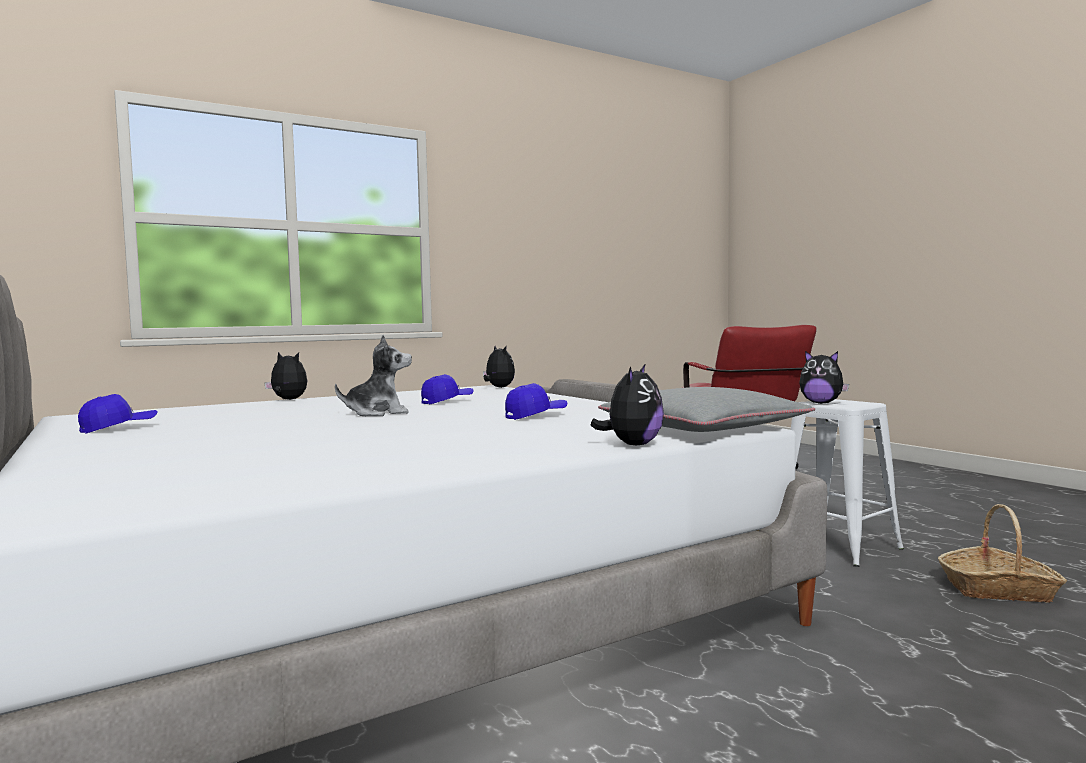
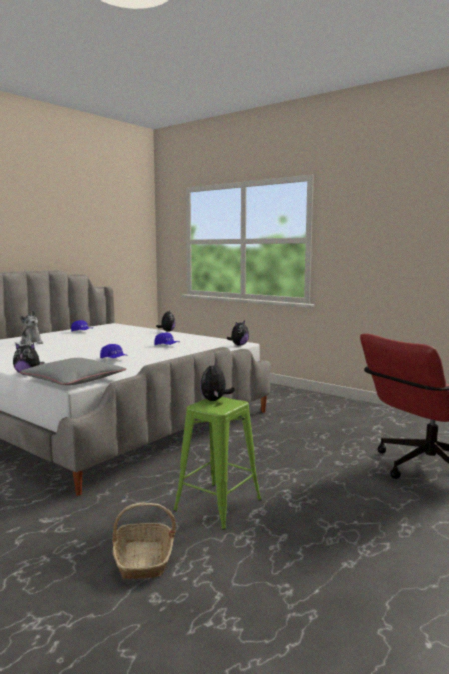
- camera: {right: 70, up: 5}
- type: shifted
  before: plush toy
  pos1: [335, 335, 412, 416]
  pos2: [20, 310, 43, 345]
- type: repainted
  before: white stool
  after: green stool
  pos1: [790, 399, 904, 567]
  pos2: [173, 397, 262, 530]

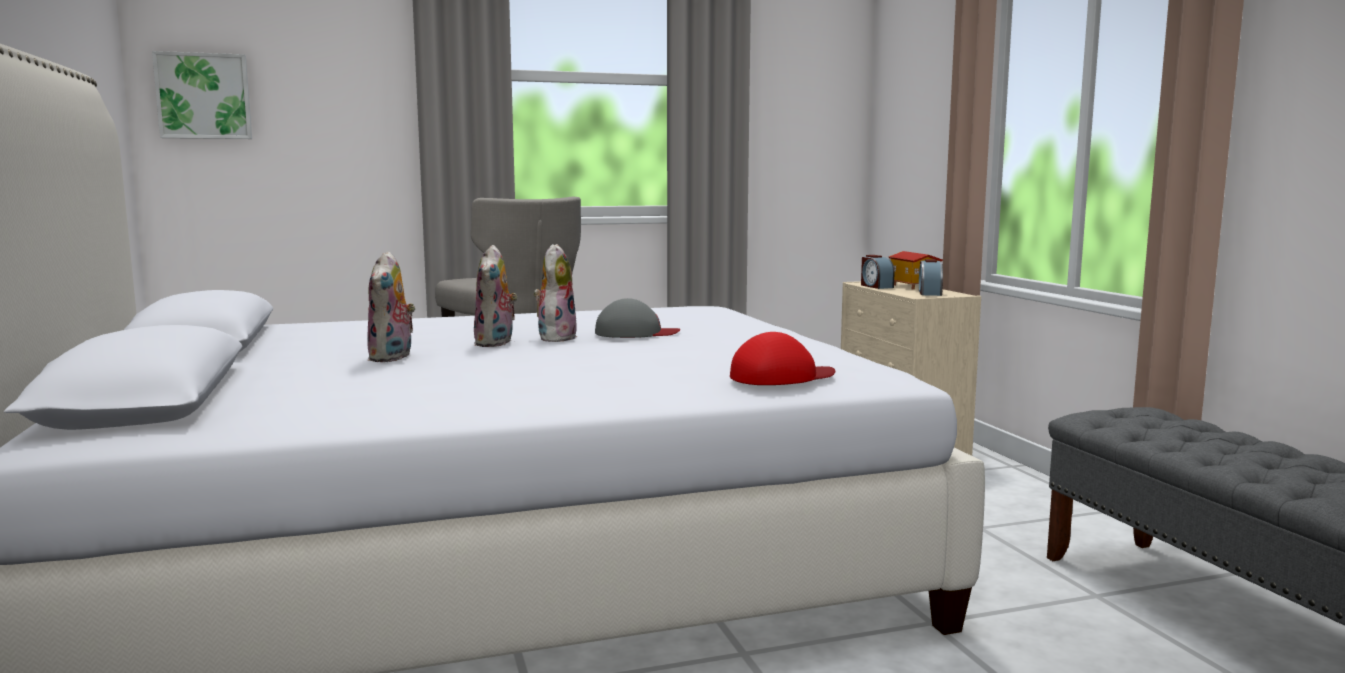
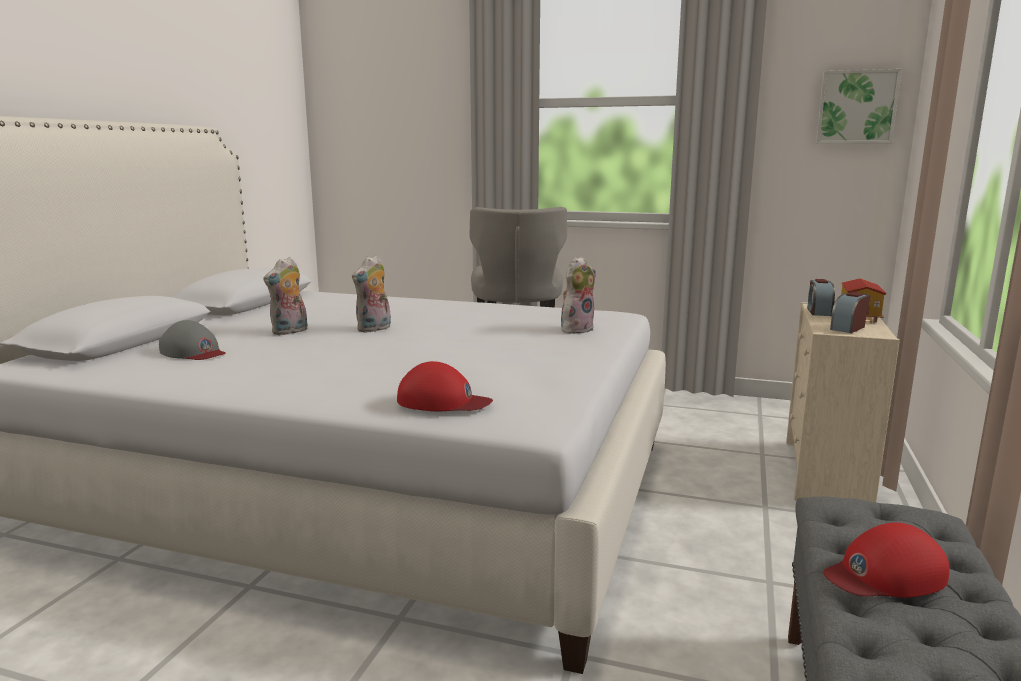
- camera: {right: 35, up: 5}
- type: shifted
  before: picture
  pos1: [152, 51, 252, 139]
  pos2: [816, 69, 902, 143]
- type: shifted
  before: plush toy
  pos1: [534, 244, 577, 342]
  pos2: [561, 257, 596, 334]
- type: shifted
  before: grey cap
  pos1: [595, 298, 681, 338]
  pos2: [159, 320, 226, 360]
- type: new
  after: red cap
  pos2: [823, 522, 950, 598]

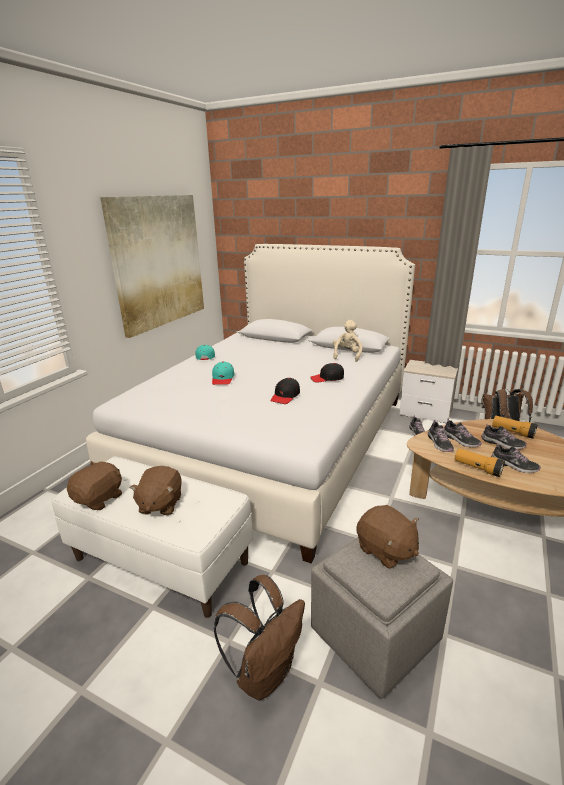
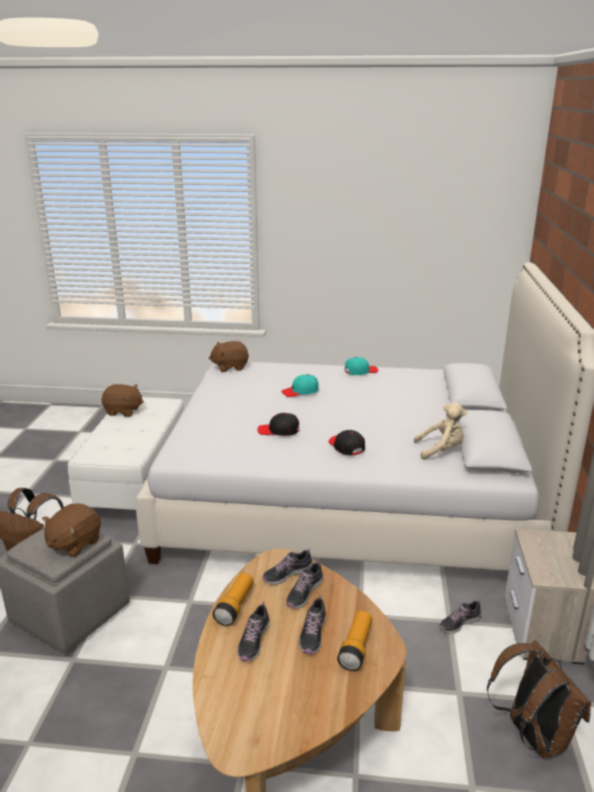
- camera: {right: 70, up: 0}
- type: gone
  before: picture
  pos1: [100, 195, 204, 338]
- type: shifted
  before: brown plush toy
  pos1: [129, 466, 182, 515]
  pos2: [209, 341, 249, 372]

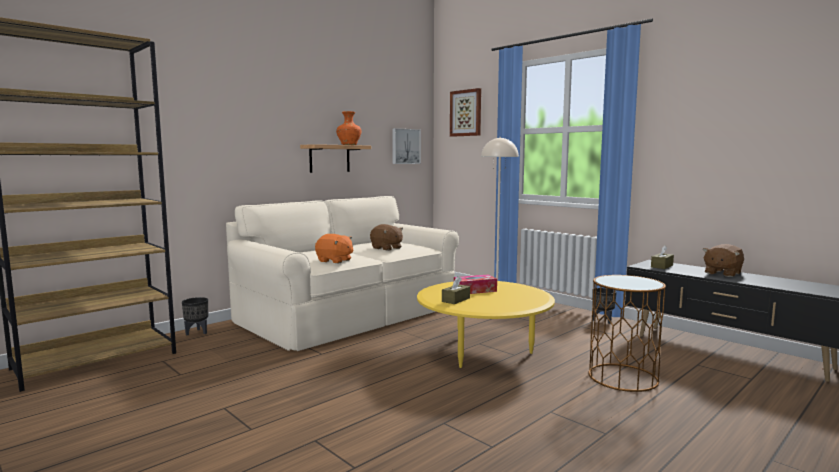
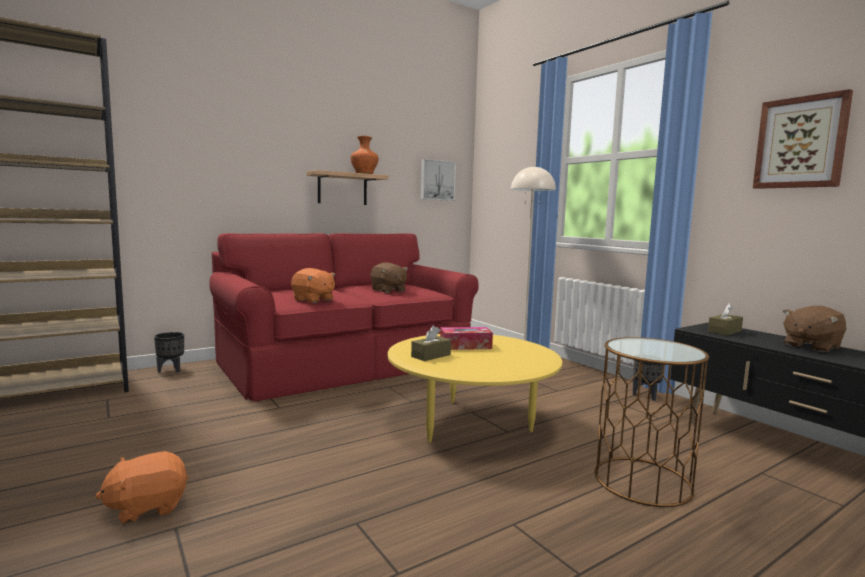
- camera: {right: 10, up: 0}
- type: repainted
  before: beige sofa
  after: red sofa
  pos1: [226, 196, 459, 351]
  pos2: [209, 233, 479, 402]
- type: shifted
  before: picture
  pos1: [450, 88, 481, 137]
  pos2: [753, 89, 853, 189]
- type: new
  after: orange plush toy
  pos2: [95, 451, 189, 524]

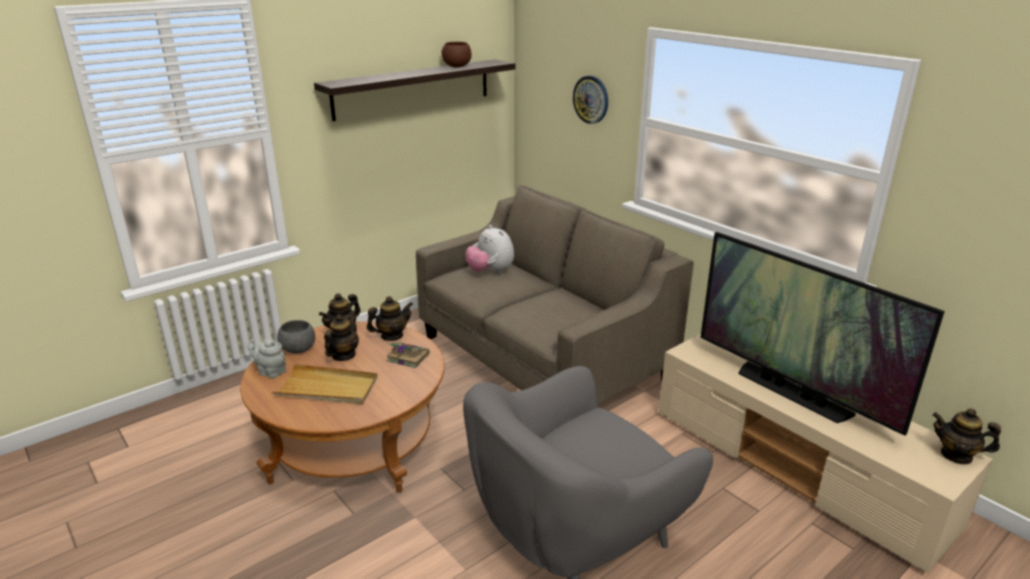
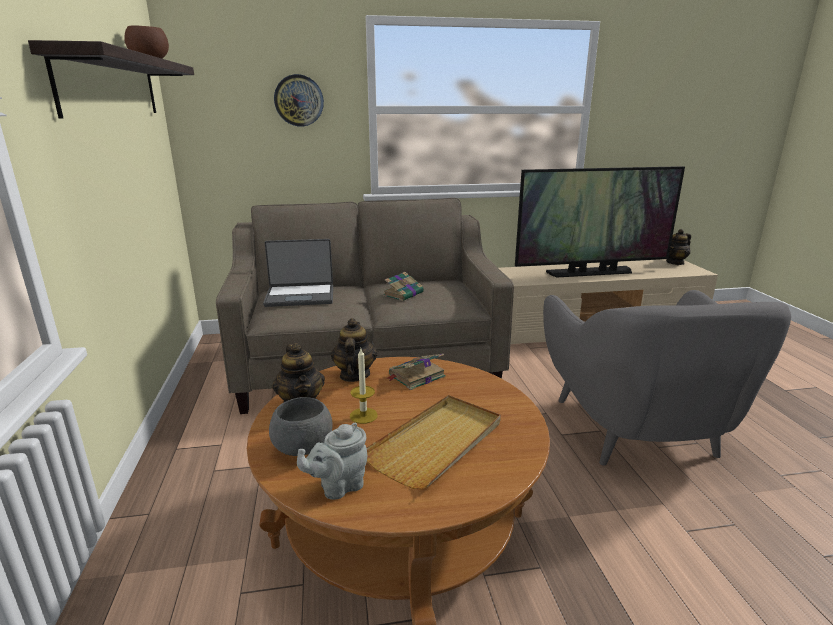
- camera: {right: -60, up: -5}
- type: swapped
  before: teapot
  after: candle
  pos1: [324, 314, 359, 361]
  pos2: [350, 349, 378, 424]
- type: swapped
  before: plush toy
  after: laptop
  pos1: [465, 225, 514, 274]
  pos2: [263, 239, 333, 307]
- type: new
  after: book
  pos2: [383, 272, 424, 301]

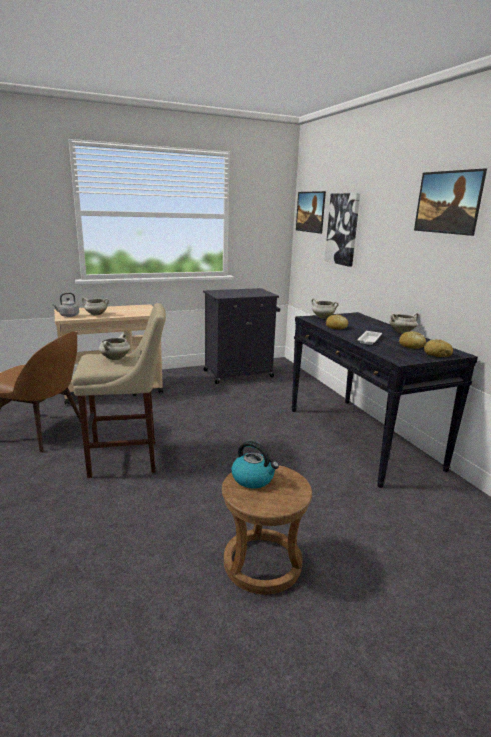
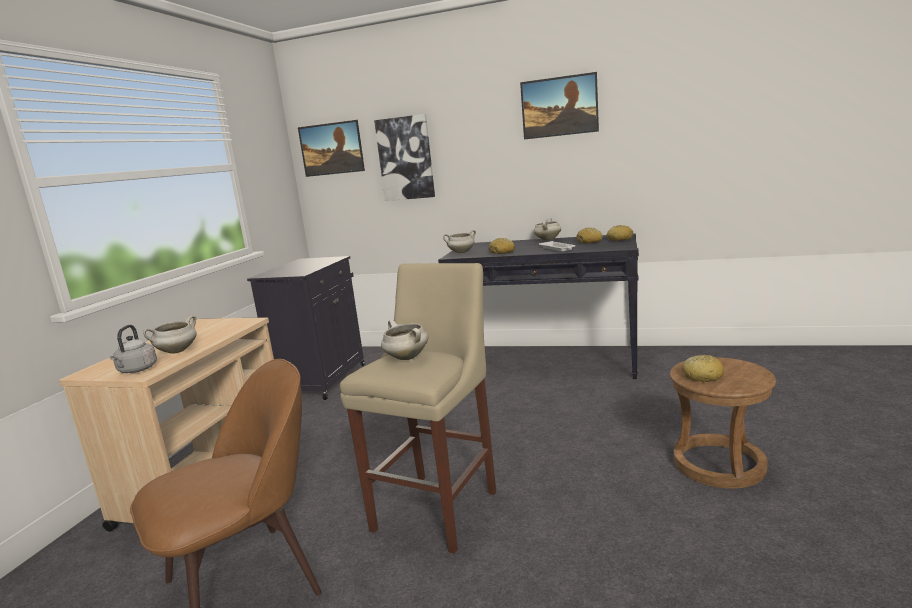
- camera: {right: -50, up: -5}
- type: swapped
  before: kettle
  after: bread
  pos1: [232, 441, 279, 488]
  pos2: [682, 355, 724, 382]

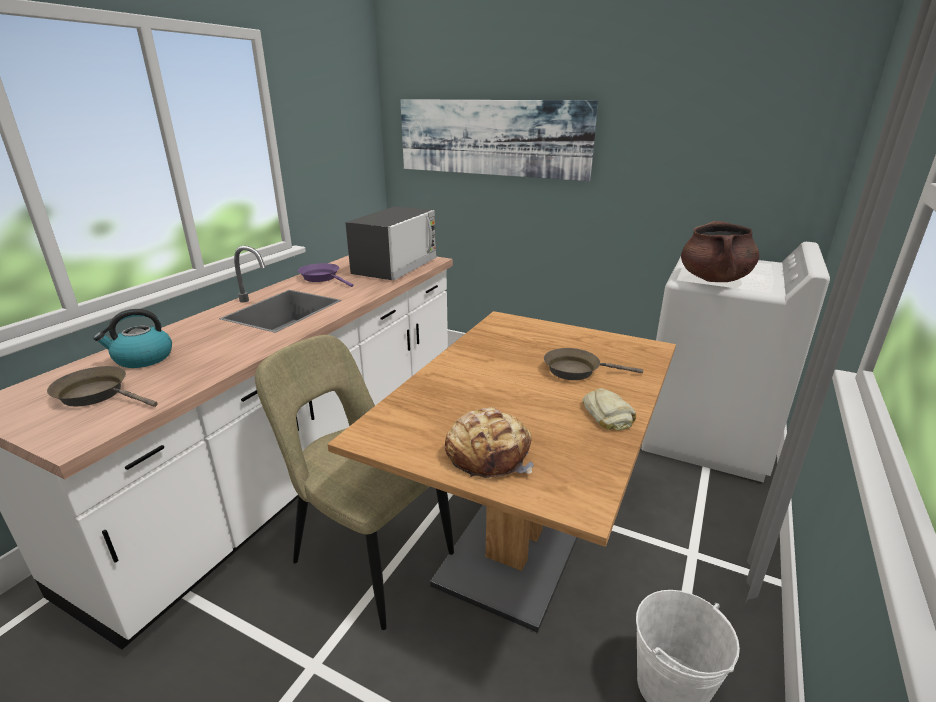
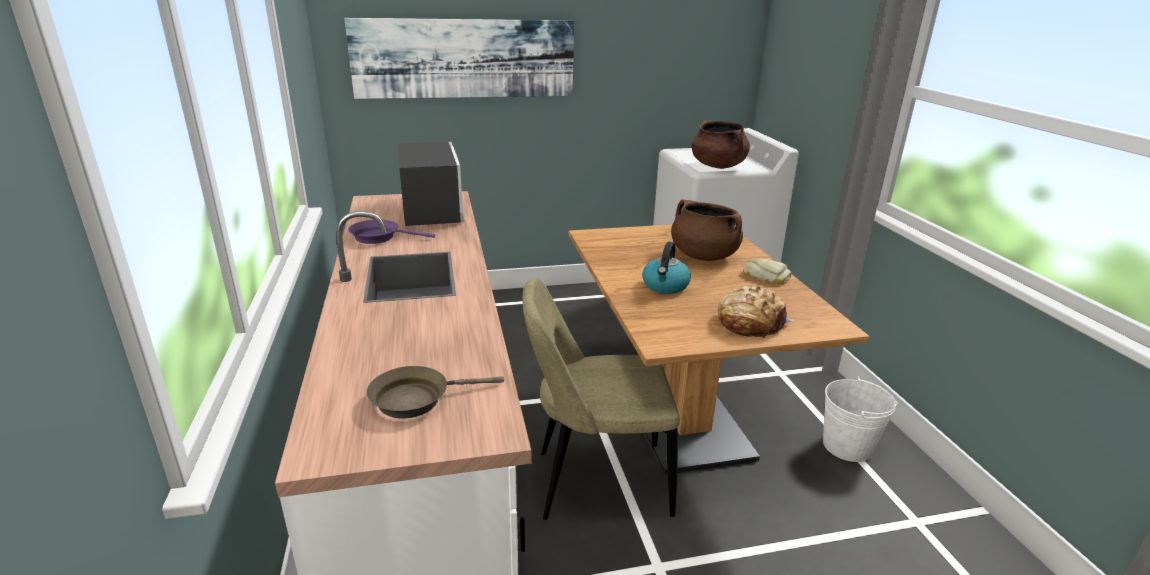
- camera: {right: -40, up: 0}
- type: shifted
  before: kettle
  pos1: [93, 309, 172, 368]
  pos2: [642, 242, 691, 294]
- type: swapped
  before: brown frying pan
  after: brown cooking pot
  pos1: [544, 348, 643, 380]
  pos2: [671, 199, 743, 261]

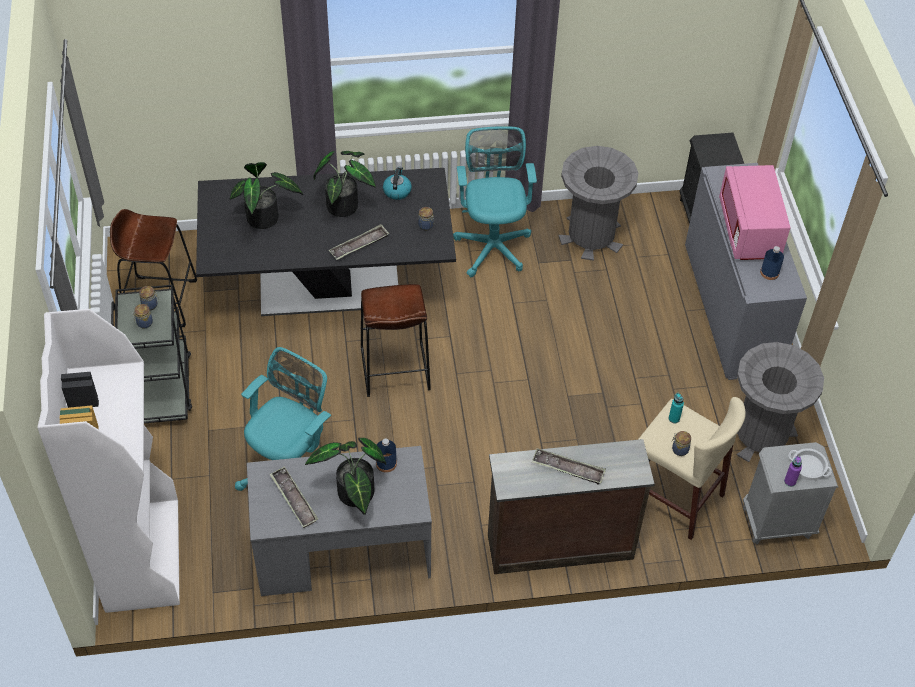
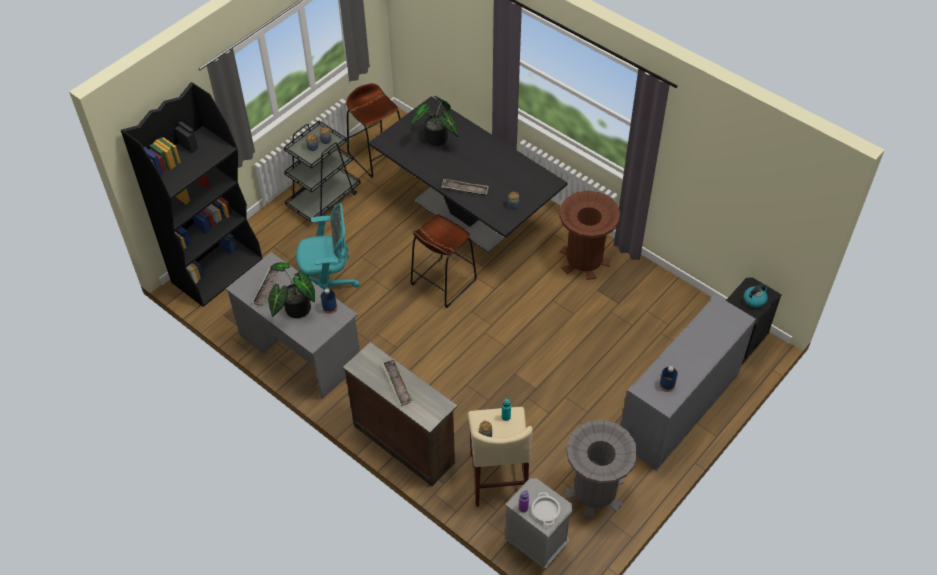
- camera: {right: 50, up: 0}
- type: repainted
  before: white bookcase
  after: black bookcase
  pos1: [37, 309, 180, 613]
  pos2: [121, 82, 263, 307]
- type: gone
  before: potted plant
  pos1: [313, 151, 376, 217]
- type: shifted
  before: kettle
  pos1: [383, 167, 412, 200]
  pos2: [744, 284, 769, 308]
- type: swapped
  before: turquoise office chair
  after: brown trash can
  pos1: [453, 126, 537, 277]
  pos2: [559, 191, 620, 280]
- type: gone
  before: grey trash can
  pos1: [558, 146, 638, 261]
- type: gone
  before: pink microwave
  pos1: [719, 165, 791, 260]

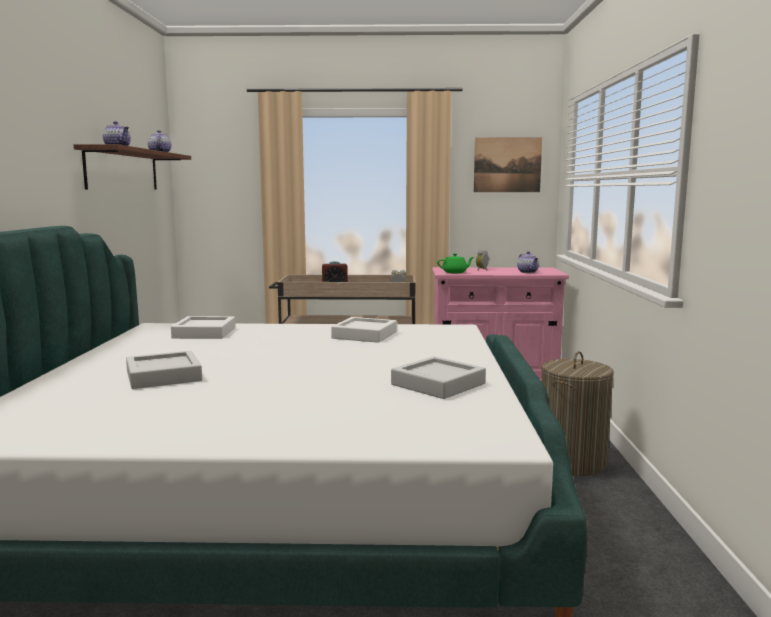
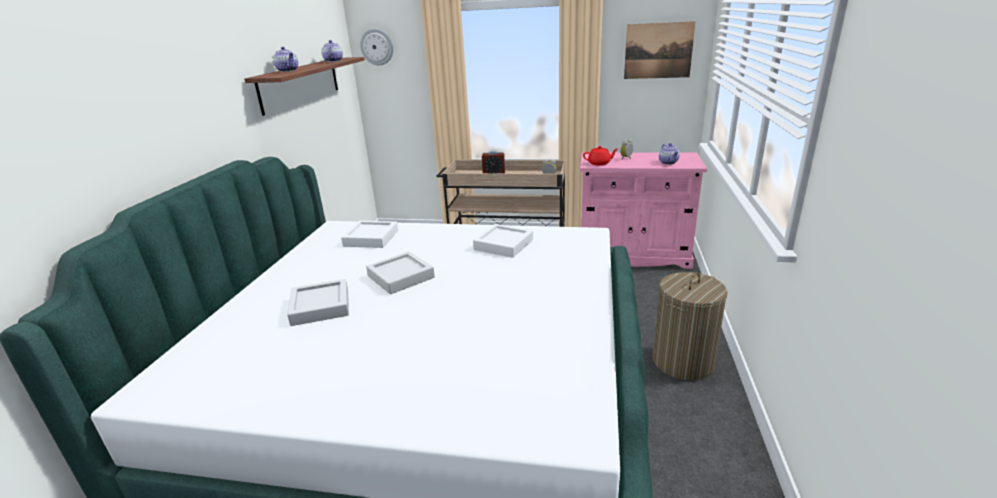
- camera: {right: 10, up: 15}
- type: shifted
  before: grey tray
  pos1: [391, 356, 486, 399]
  pos2: [366, 251, 435, 294]
- type: repainted
  before: green teapot
  after: red teapot
  pos1: [437, 253, 474, 273]
  pos2: [583, 146, 618, 166]
- type: new
  after: wall clock
  pos2: [360, 28, 393, 65]

